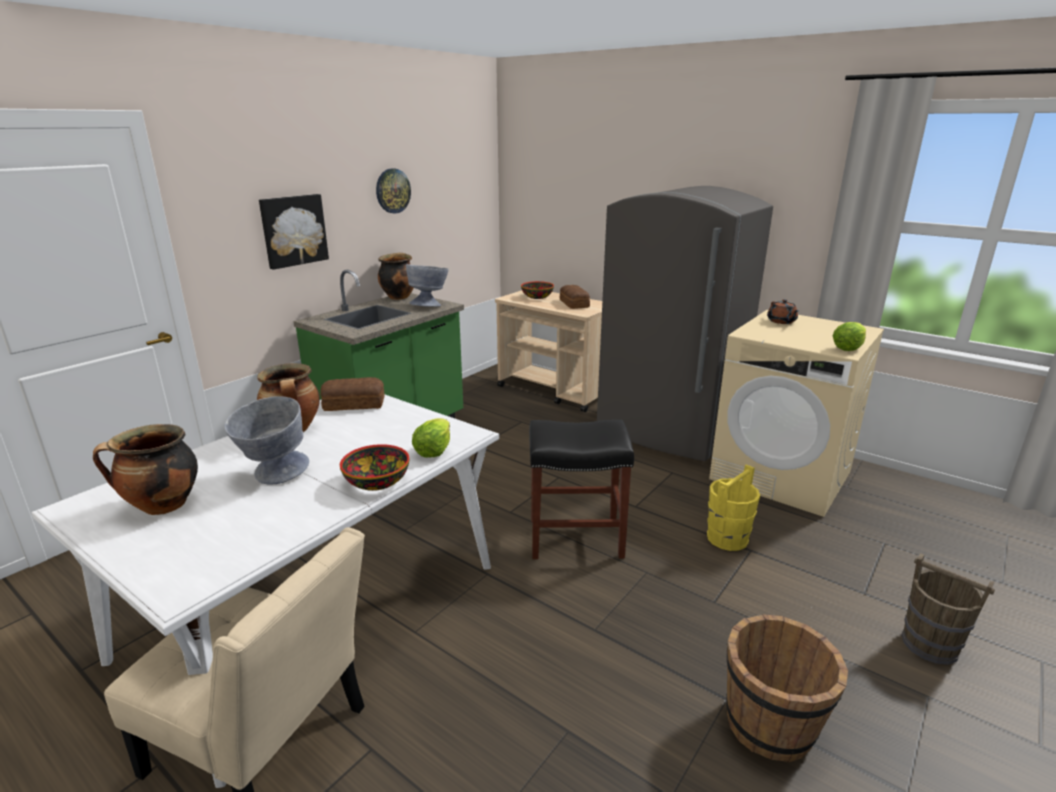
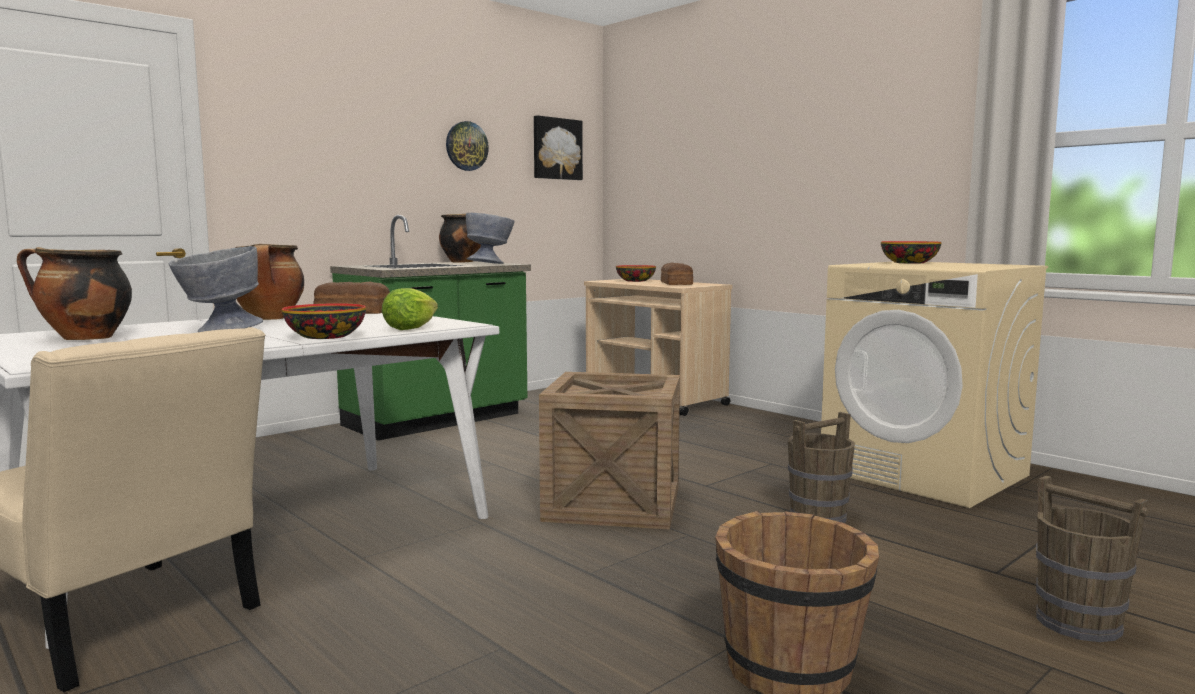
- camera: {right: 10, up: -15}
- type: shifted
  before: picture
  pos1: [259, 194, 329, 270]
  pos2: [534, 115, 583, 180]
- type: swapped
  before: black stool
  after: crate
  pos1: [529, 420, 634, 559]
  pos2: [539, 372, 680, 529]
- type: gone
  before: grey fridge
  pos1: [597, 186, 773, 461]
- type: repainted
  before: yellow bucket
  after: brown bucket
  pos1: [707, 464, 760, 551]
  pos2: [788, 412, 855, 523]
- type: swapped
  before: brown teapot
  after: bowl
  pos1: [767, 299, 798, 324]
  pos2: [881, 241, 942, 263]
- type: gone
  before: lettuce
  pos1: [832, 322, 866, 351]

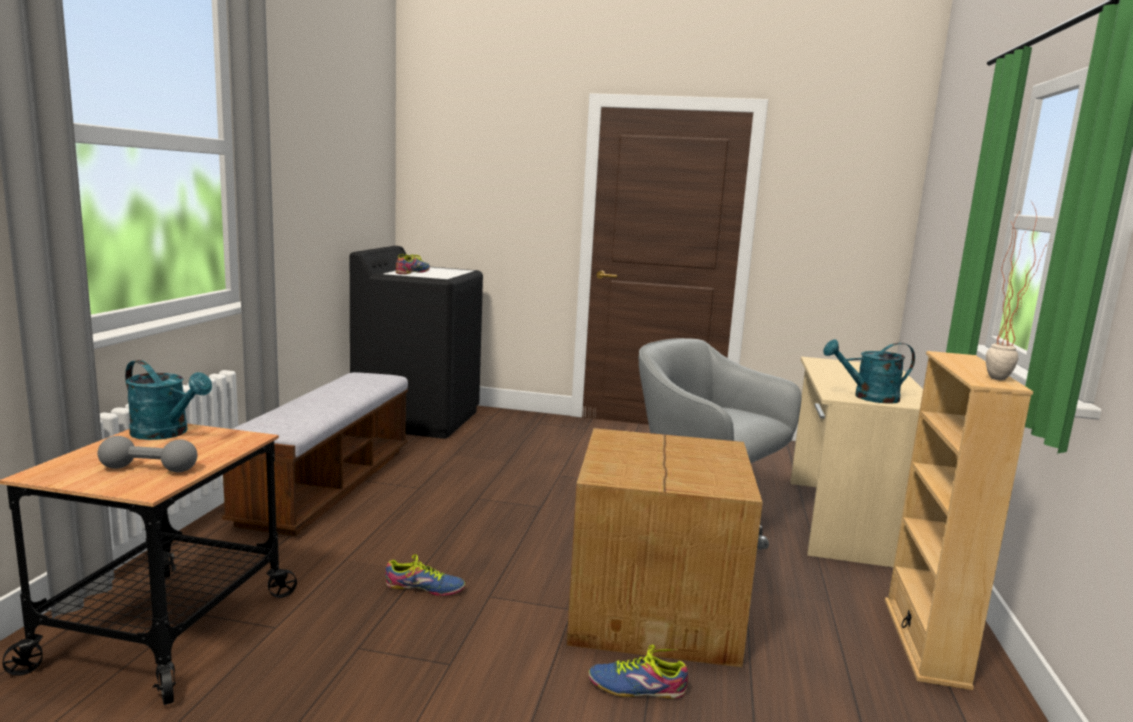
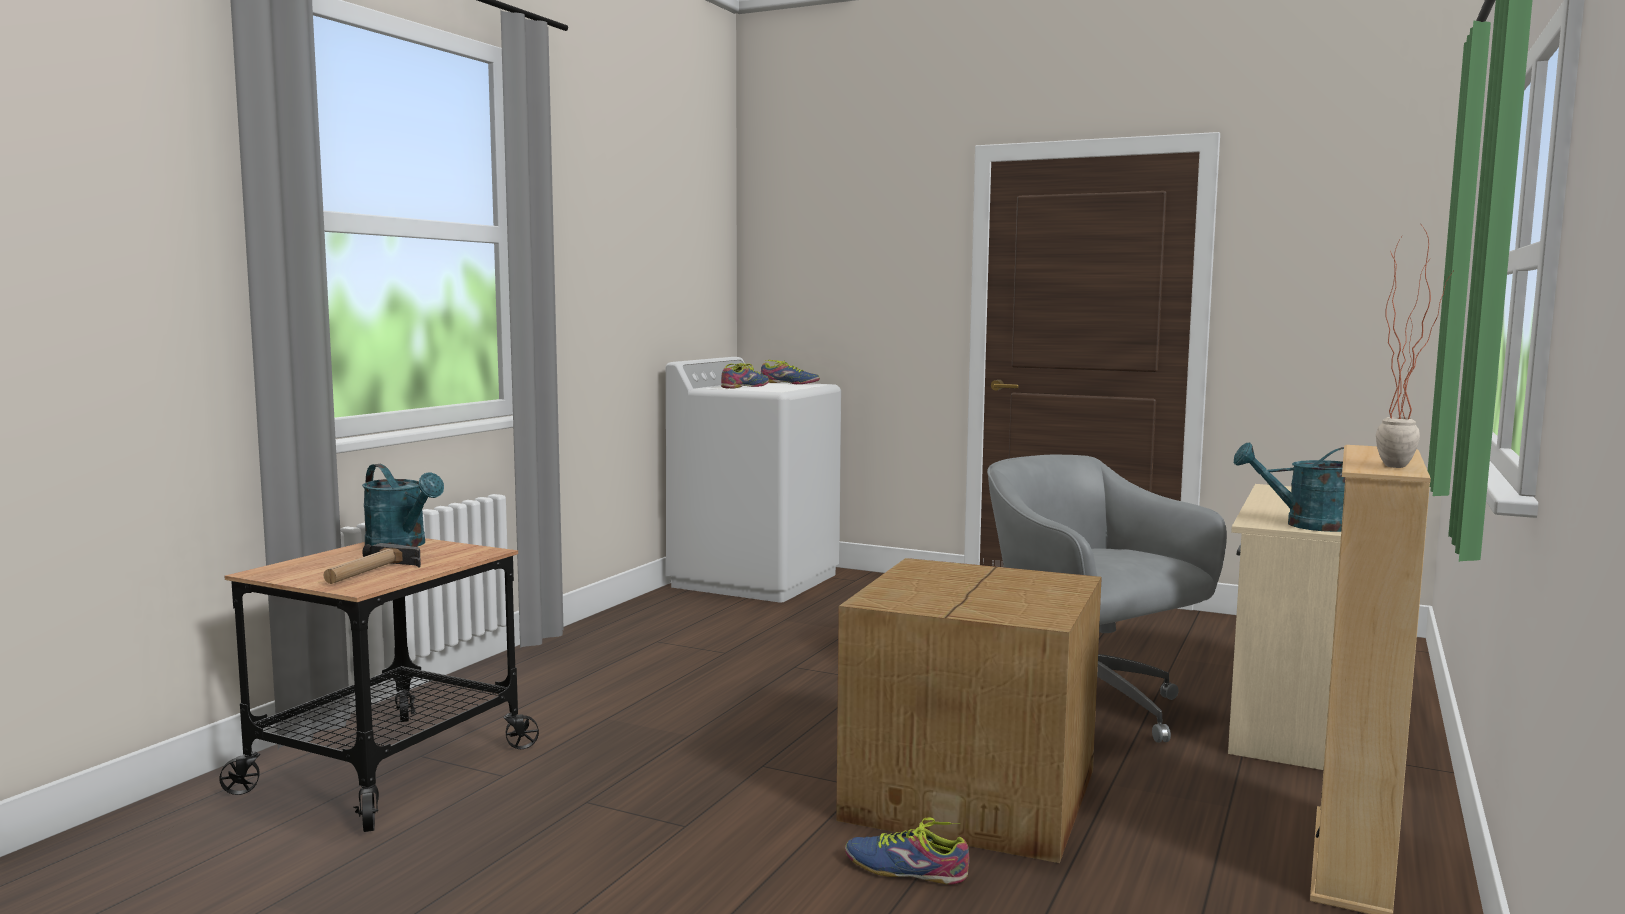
- camera: {right: 15, up: -5}
- type: swapped
  before: grey dumbbell
  after: hammer
  pos1: [98, 436, 197, 472]
  pos2: [324, 543, 421, 584]
- type: gone
  before: bench
  pos1: [222, 372, 408, 536]
- type: repainted
  before: black washing machine
  after: white washing machine
  pos1: [350, 246, 483, 439]
  pos2: [666, 357, 841, 602]
- type: shifted
  before: shoe
  pos1: [385, 554, 465, 596]
  pos2: [761, 360, 820, 384]

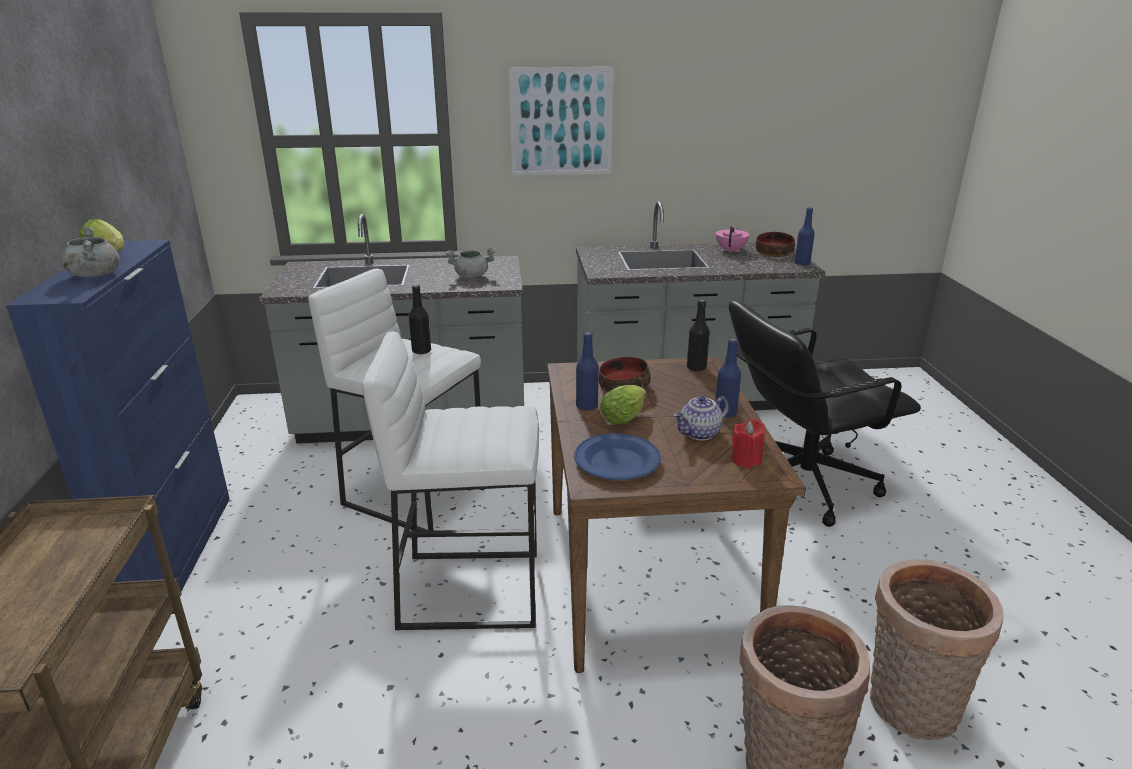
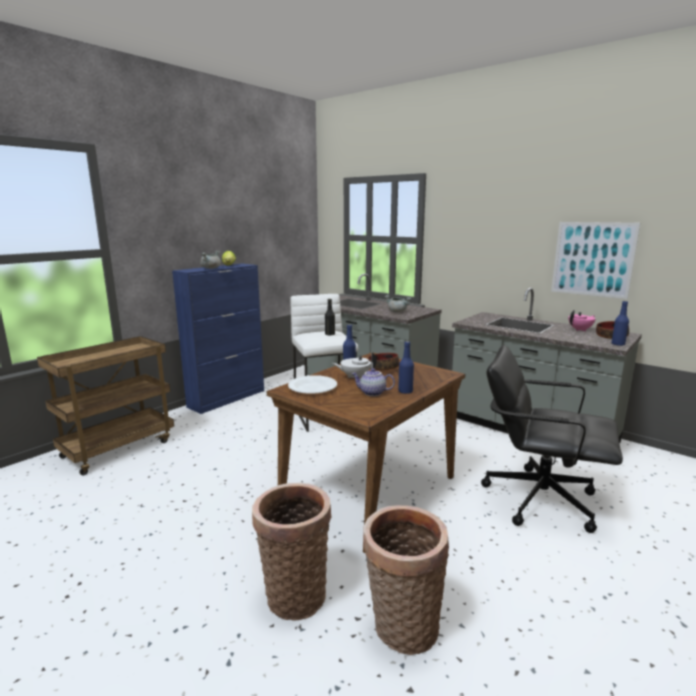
- camera: {right: 45, up: -10}
- type: gone
  before: white stool
  pos1: [362, 332, 539, 630]
- type: shifted
  before: picture
  pos1: [509, 67, 614, 176]
  pos2: [551, 222, 640, 299]
- type: repainted
  before: blue plate
  after: white plate
  pos1: [574, 433, 661, 480]
  pos2: [288, 375, 337, 394]
- type: swapped
  before: lettuce
  after: white teapot
  pos1: [600, 385, 646, 424]
  pos2: [333, 352, 377, 378]
- type: gone
  before: black bottle
  pos1: [687, 300, 710, 371]
- type: gone
  before: red candle
  pos1: [732, 419, 765, 469]

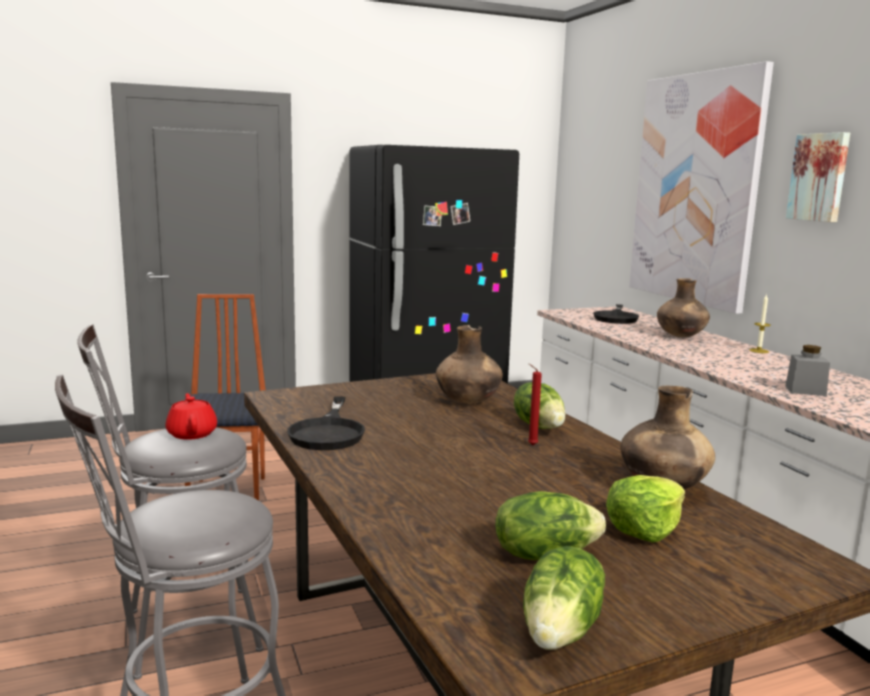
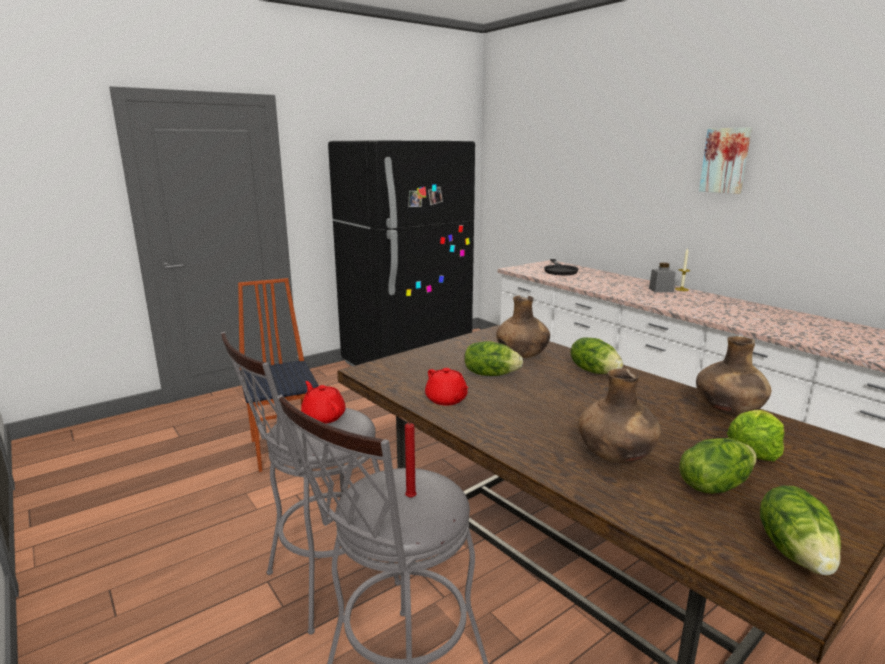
- camera: {right: -15, up: 5}
- type: swapped
  before: black frying pan
  after: red teapot
  pos1: [287, 396, 365, 450]
  pos2: [425, 368, 469, 406]
- type: shifted
  before: red candle
  pos1: [528, 364, 542, 445]
  pos2: [399, 417, 417, 498]
- type: gone
  before: picture
  pos1: [629, 61, 774, 314]
- type: shifted
  before: brown vase
  pos1: [657, 279, 710, 337]
  pos2: [578, 368, 661, 463]
- type: shifted
  before: grey jar
  pos1: [785, 345, 830, 396]
  pos2: [649, 263, 675, 292]
- type: new
  after: lettuce
  pos2: [464, 341, 523, 376]

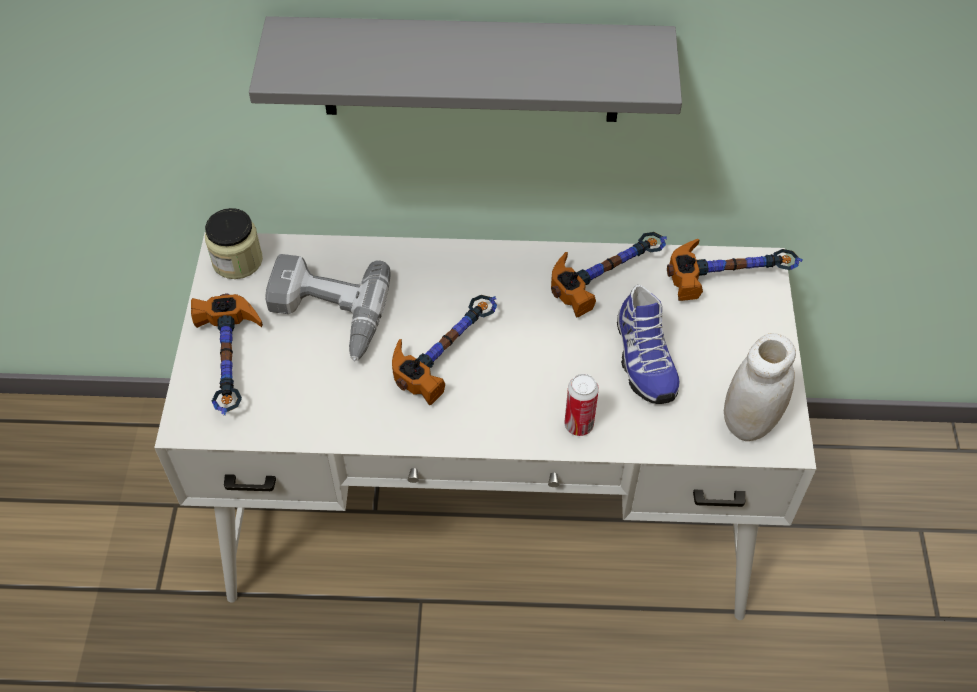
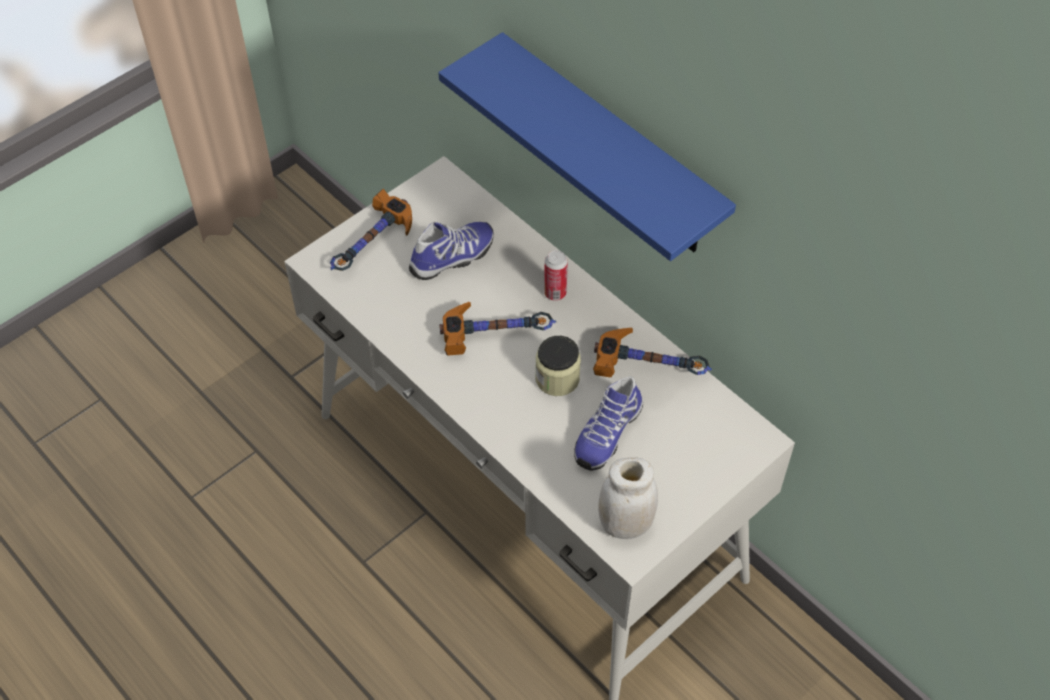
- camera: {right: 45, up: 0}
- type: shifted
  before: jar
  pos1: [205, 208, 263, 279]
  pos2: [535, 336, 581, 396]
- type: repainted
  before: grey shelf
  after: blue shelf
  pos1: [249, 16, 682, 122]
  pos2: [439, 32, 736, 261]
- type: swapped
  before: power drill
  after: shoe
  pos1: [265, 254, 390, 362]
  pos2: [409, 222, 494, 280]
- type: shifted
  before: can
  pos1: [564, 374, 599, 436]
  pos2: [544, 250, 568, 301]
- type: gone
  before: hammer
  pos1: [667, 239, 803, 301]

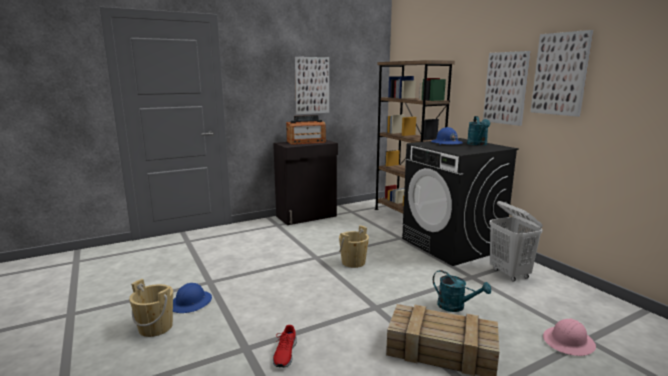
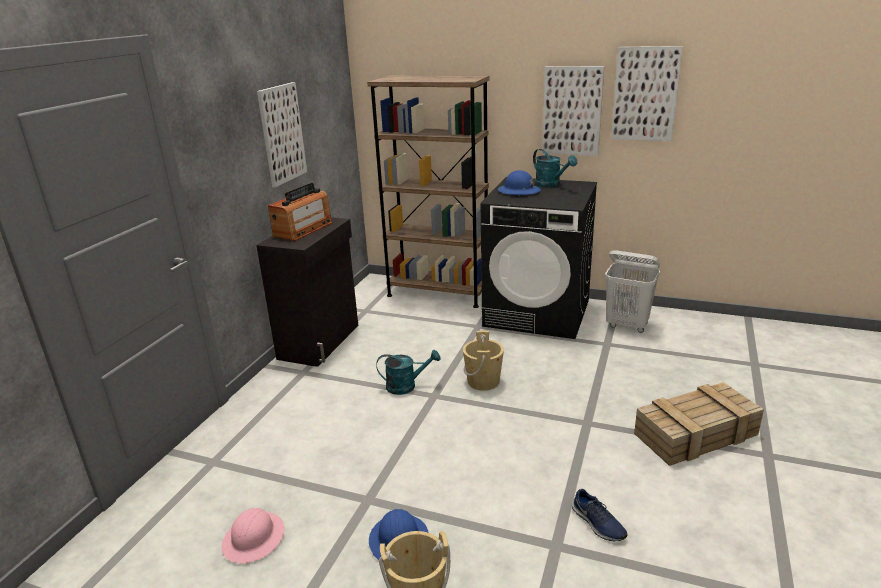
- camera: {right: -40, up: 10}
- type: repainted
  before: red shoe
  after: blue shoe
  pos1: [273, 325, 297, 368]
  pos2: [572, 489, 627, 542]
- type: shifted
  before: turquoise watering can
  pos1: [433, 270, 491, 312]
  pos2: [377, 350, 441, 395]
- type: shifted
  before: pink hard hat
  pos1: [543, 319, 596, 356]
  pos2: [221, 508, 285, 563]

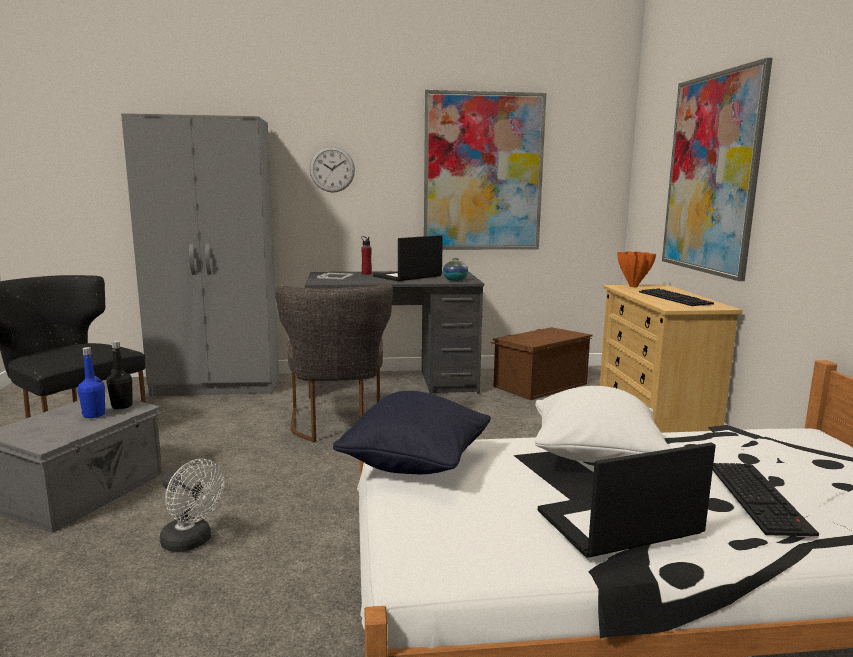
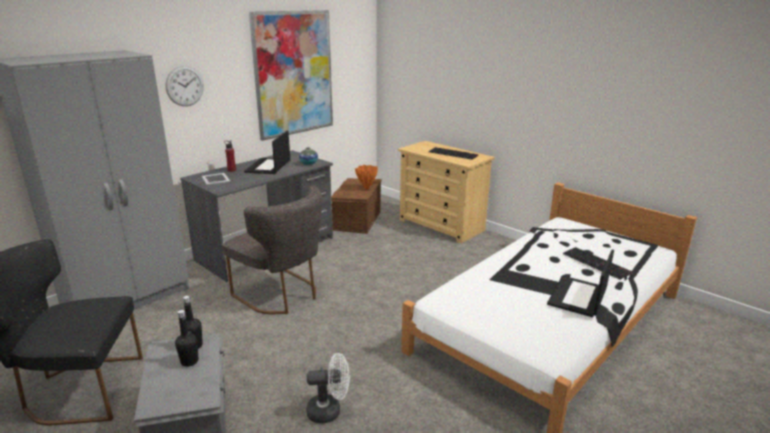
- camera: {right: -40, up: 10}
- type: repainted
  before: blue bottle
  after: black bottle
  pos1: [78, 347, 105, 418]
  pos2: [175, 310, 198, 367]
- type: gone
  before: black pillow
  pos1: [333, 391, 491, 474]
- type: gone
  before: white pillow
  pos1: [535, 386, 671, 463]
- type: shifted
  before: orange vase
  pos1: [618, 252, 656, 287]
  pos2: [355, 165, 378, 189]
- type: gone
  before: picture
  pos1: [662, 58, 773, 281]

